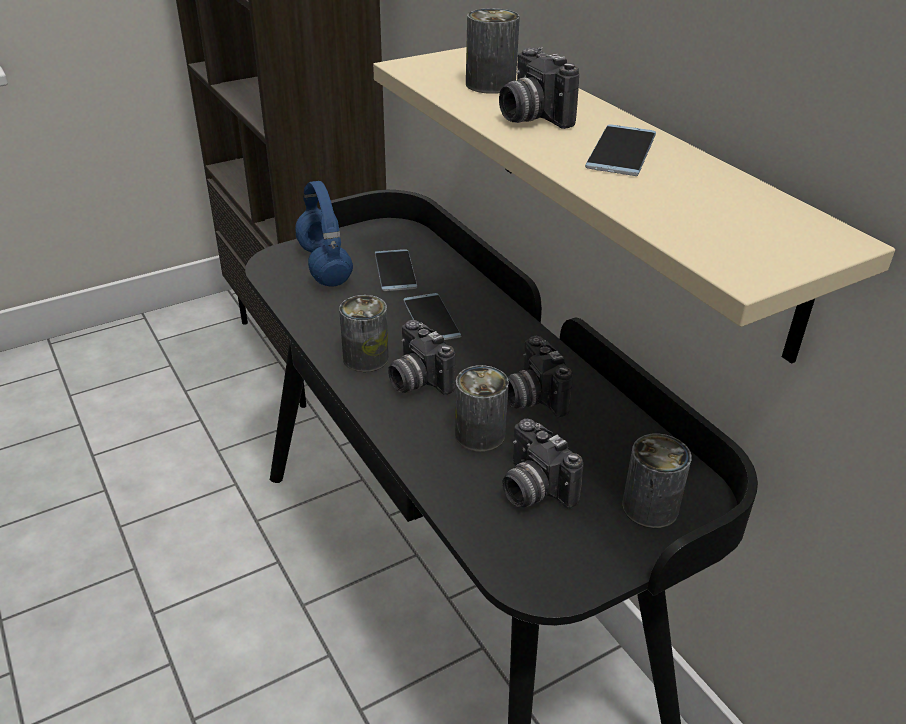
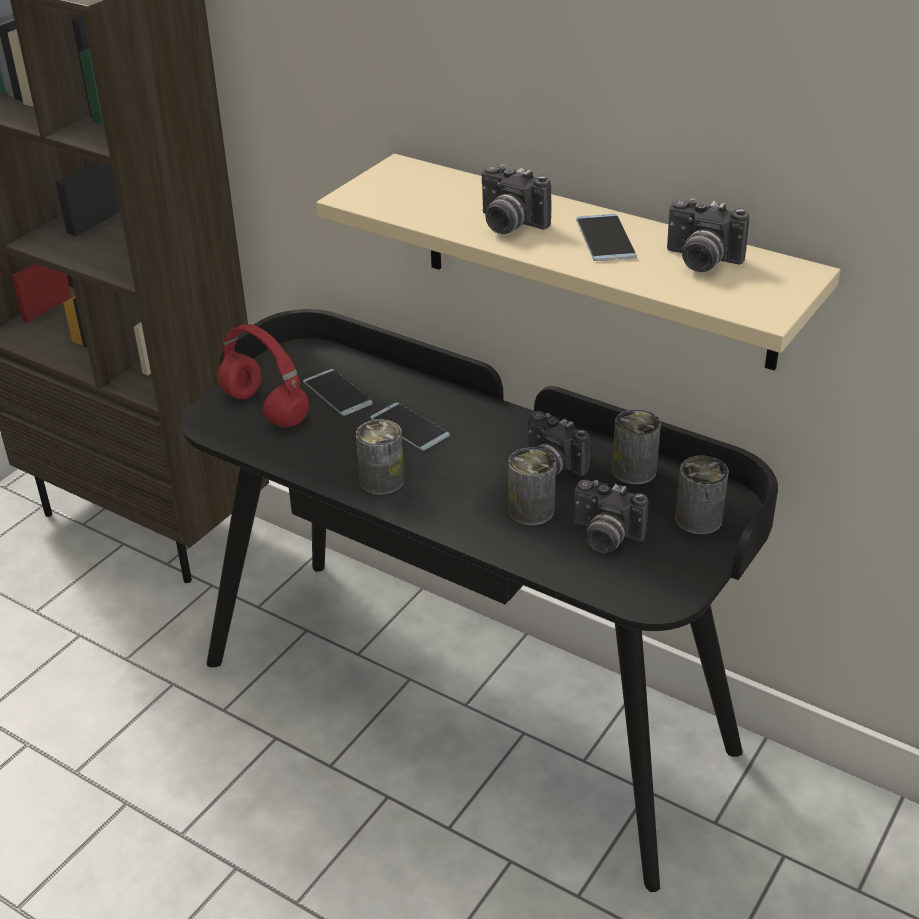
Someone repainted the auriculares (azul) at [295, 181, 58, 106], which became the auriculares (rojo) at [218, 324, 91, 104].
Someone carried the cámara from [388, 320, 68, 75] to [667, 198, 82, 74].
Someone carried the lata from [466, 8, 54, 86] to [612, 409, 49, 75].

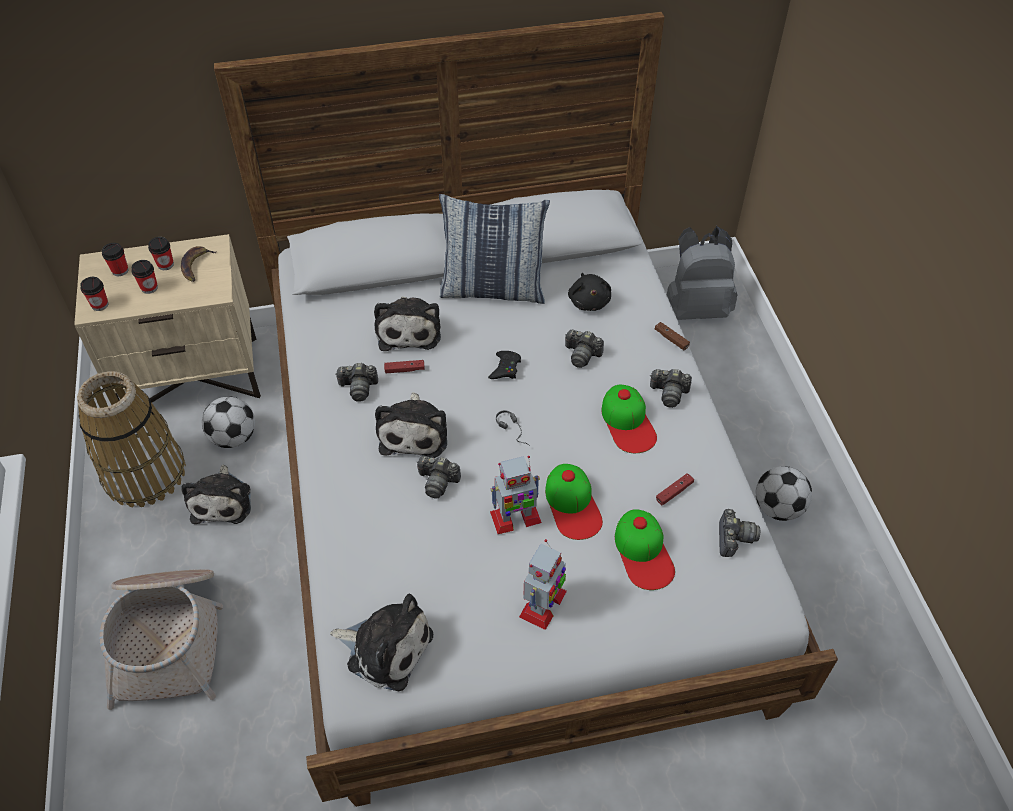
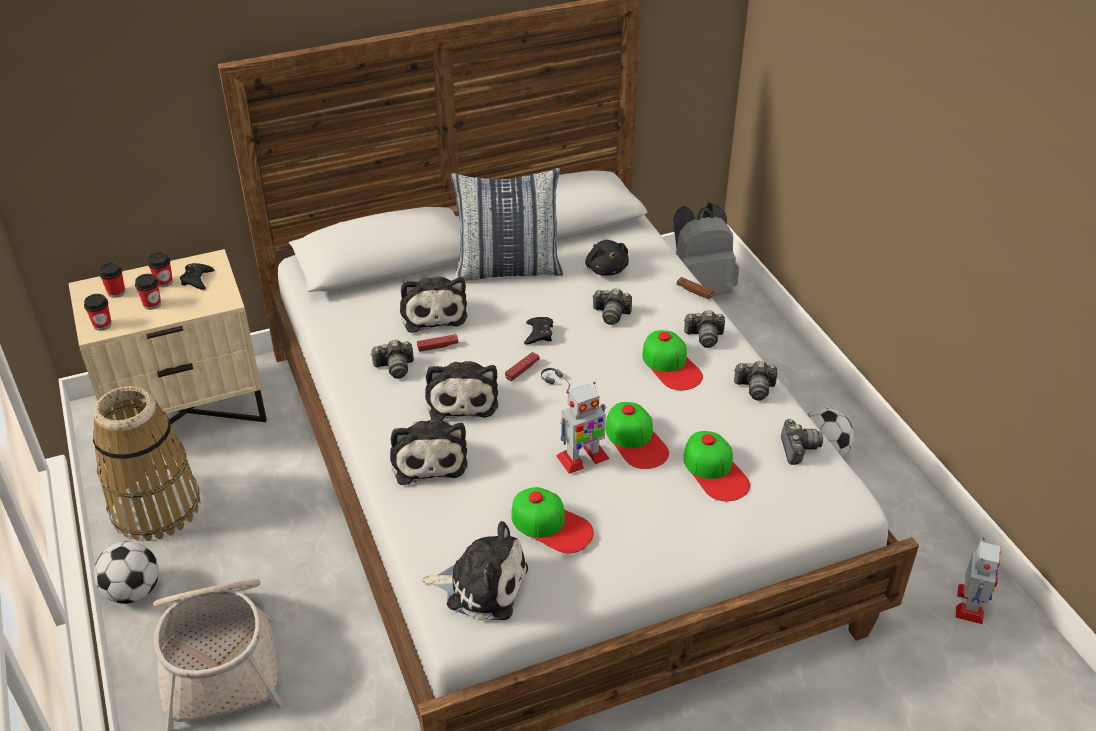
Someone swapped the plátano at [181, 246, 35, 36] for the mando de consola (negro) at [180, 263, 34, 27].
Someone carried the peluche from [181, 465, 70, 59] to [390, 419, 78, 66].
Someone carried the balón de fútbol from [202, 396, 53, 52] to [94, 541, 65, 63].
Someone carried the cámara from [417, 456, 44, 43] to [734, 361, 43, 39].
Someone carried the robot de juguete from [519, 539, 48, 91] to [955, 538, 46, 86].
Someone carried the mando de consola (rojo) from [656, 473, 38, 32] to [505, 352, 35, 29].
Someone put down the gorra at [511, 487, 83, 66].

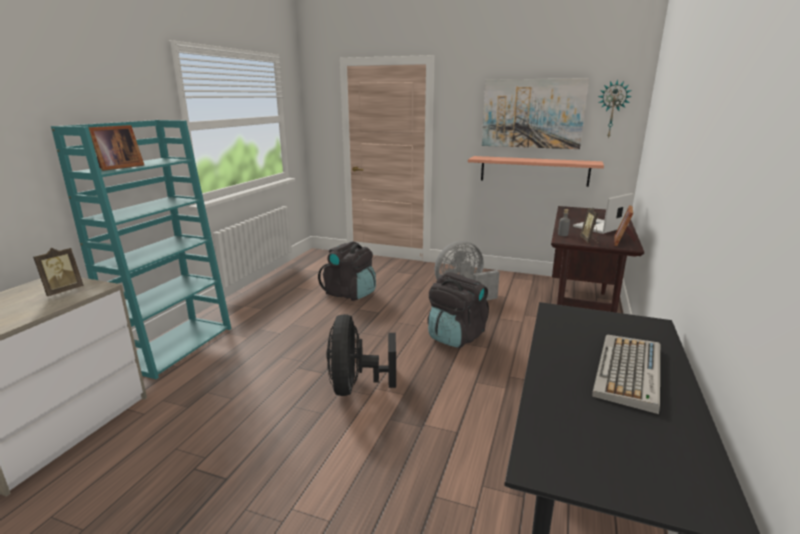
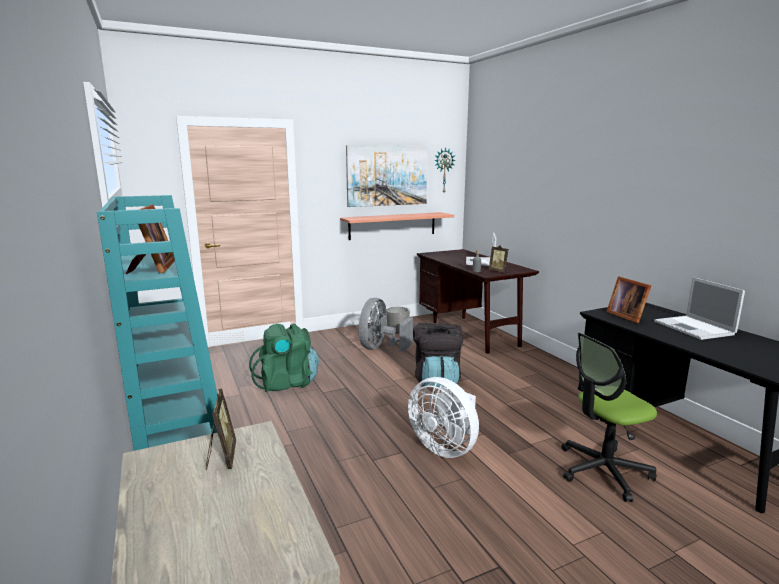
Someone repainted the mochila (negro) at [318, 242, 58, 59], which became the mochila (verde) at [249, 324, 70, 68].
Someone repainted the ventilador (negro) at [326, 314, 70, 82], which became the ventilador (blanco) at [408, 377, 71, 81].
Someone swapped the teclado at [592, 335, 68, 79] for the portátil at [654, 277, 91, 63].
Someone carried the portarretratos from [614, 205, 22, 41] to [606, 276, 46, 47].
Someone put down the maceta at [387, 307, 23, 27].
Someone put down the silla de oficina at [561, 333, 96, 169].

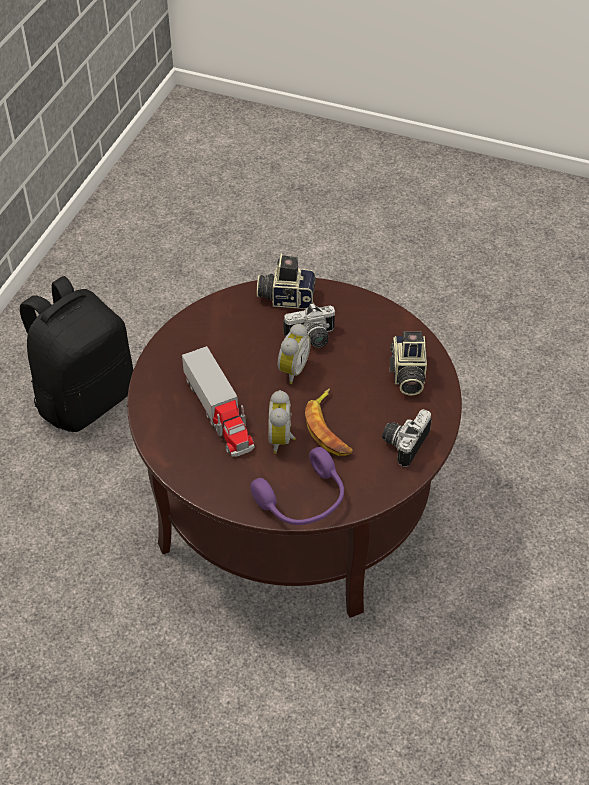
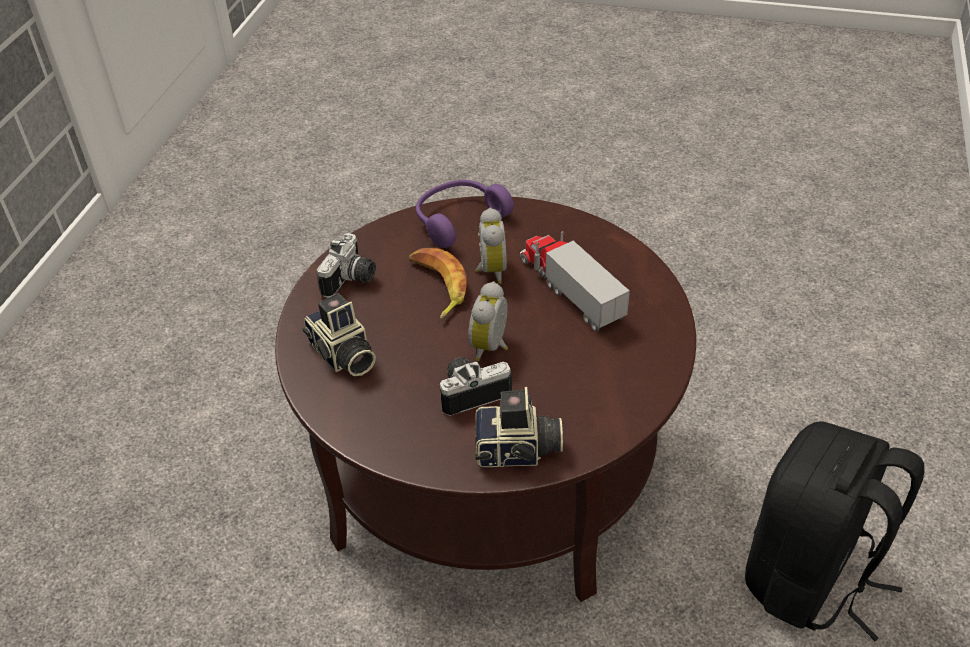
Someone rotated the cámara at [390, 331, 37, 65] by 150 degrees clockwise.

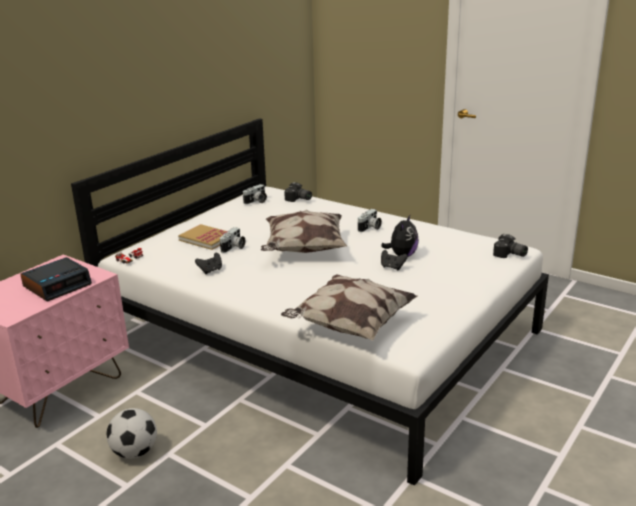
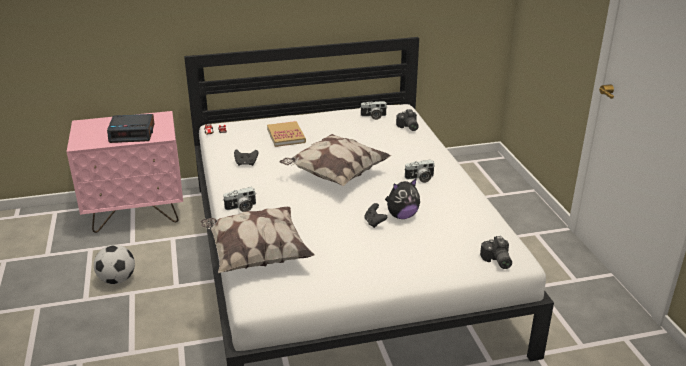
Someone carried the cámara from [220, 227, 26, 26] to [223, 187, 33, 25].

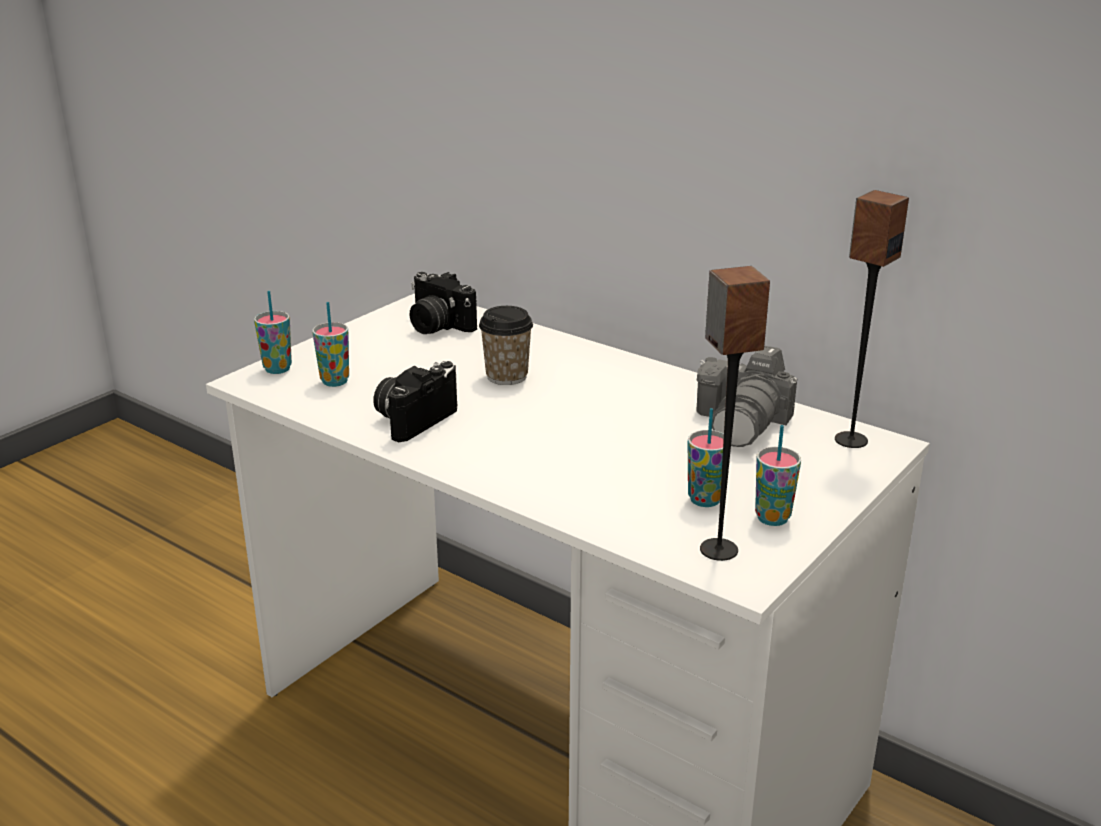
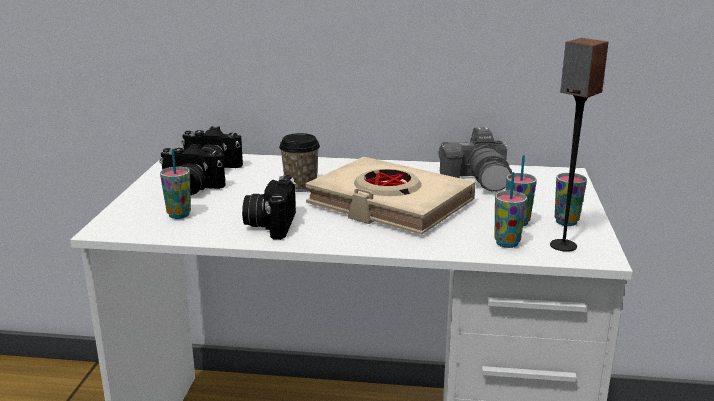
Someone carried the taza from [254, 291, 38, 83] to [494, 172, 33, 76].
Someone took away the altavoz at [835, 190, 74, 258].
Someone put down the cámara at [159, 144, 67, 51].
Someone put down the libro (beis) at [305, 157, 171, 78].

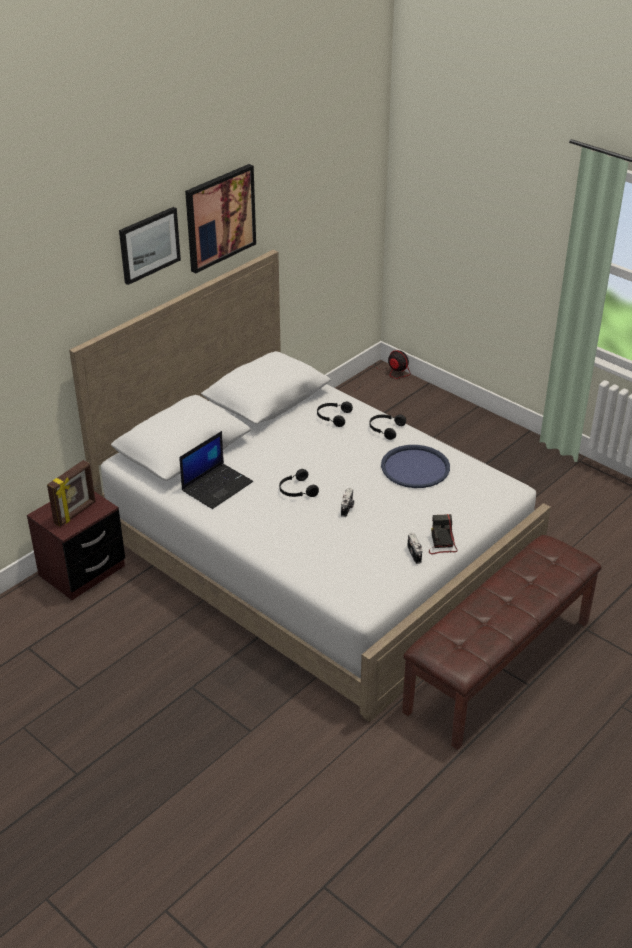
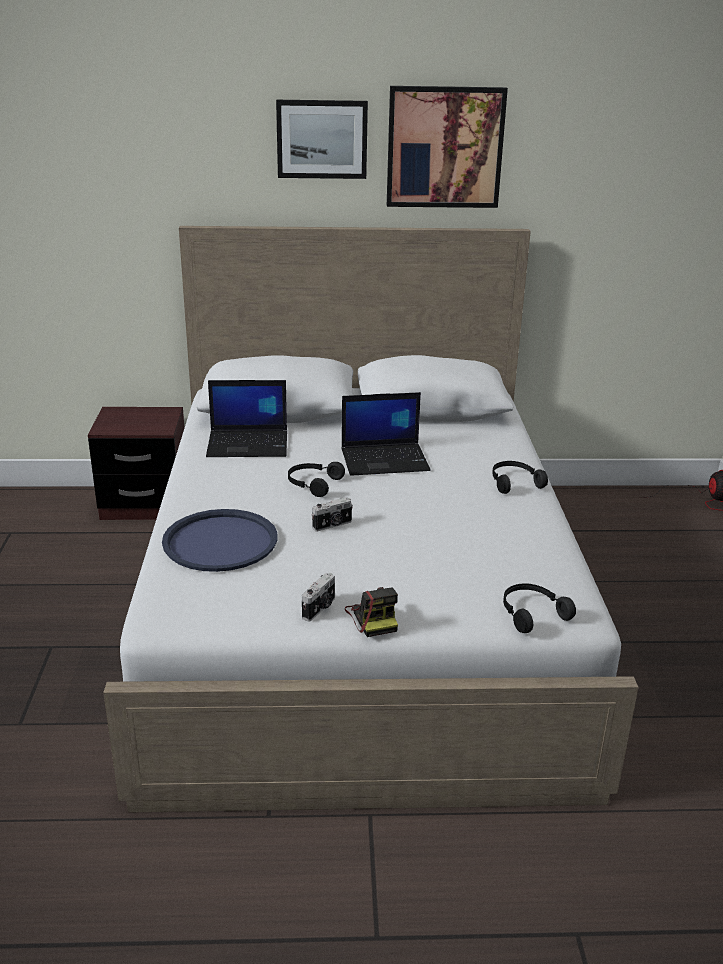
Someone took away the portarretratos at [47, 460, 49, 67].
Someone carried the auriculares (negro) from [317, 401, 36, 26] to [503, 583, 73, 50].
Someone carried the bandeja (azul) from [381, 445, 69, 43] to [162, 509, 115, 63].
Someone took away the banco (marrón) at [402, 535, 200, 215].
Someone rotated the cámara at [429, 514, 28, 40] by 120 degrees clockwise.
Someone put down the portátil at [341, 392, 90, 84].

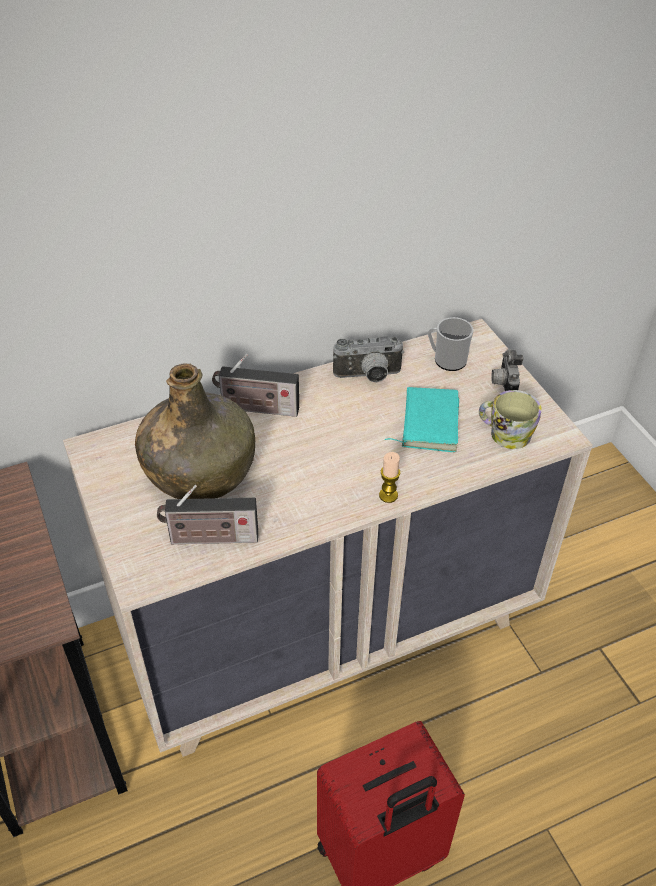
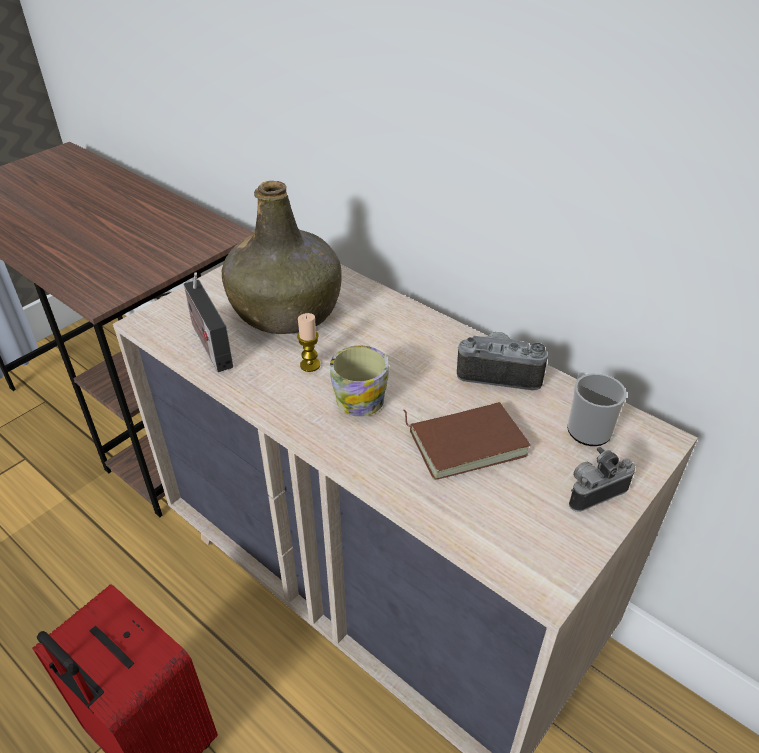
Someone took away the radio at [212, 354, 87, 63].
Someone rotated the cámara at [333, 336, 71, 46] by 135 degrees clockwise.
Someone carried the vela from [379, 452, 21, 51] to [297, 313, 23, 59].
Someone repainted the libro (turquesa) at [385, 387, 74, 65], which became the libro (marrón) at [403, 402, 127, 78].
Someone carried the taza grande from [479, 390, 62, 59] to [330, 346, 59, 71].

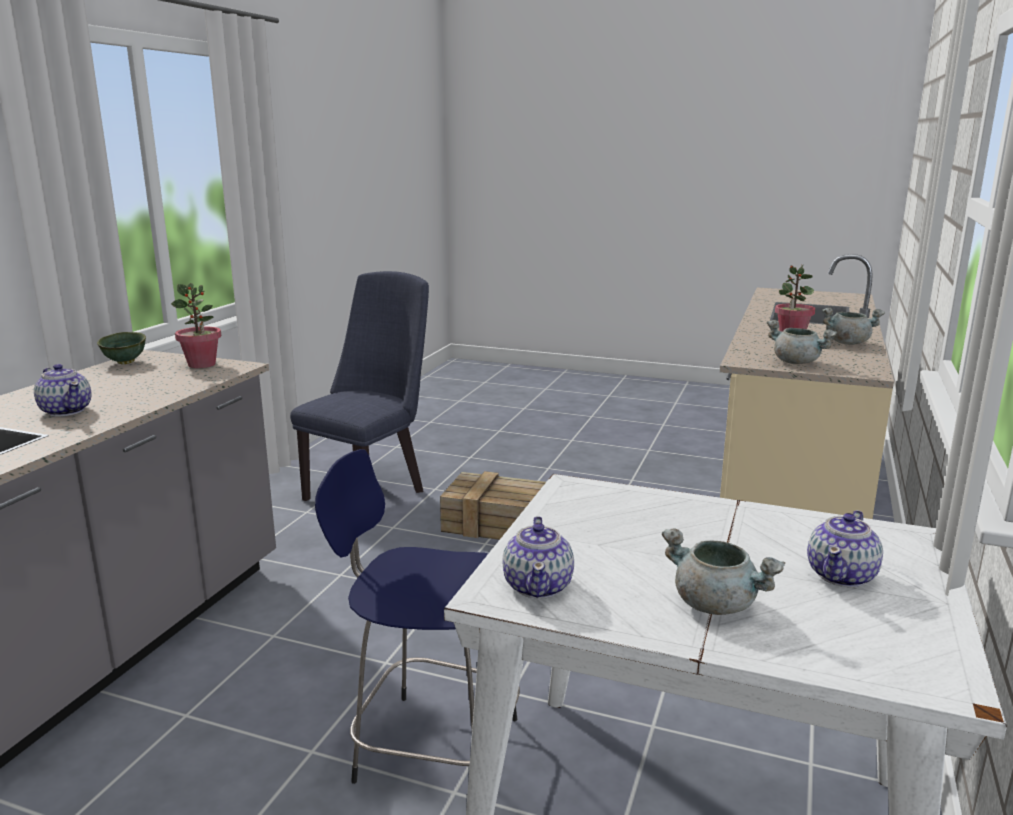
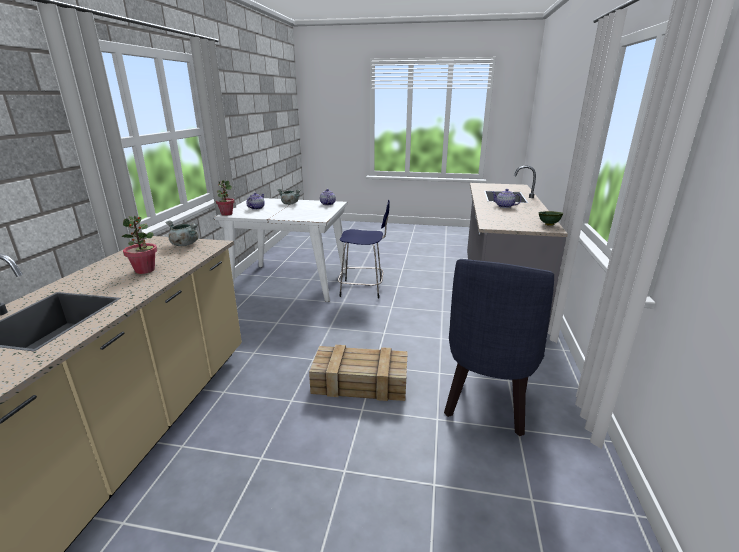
Someone carried the planta en maceta from [171, 283, 50, 85] to [216, 180, 19, 36].
Someone took away the olla (gris) at [822, 307, 63, 38].

